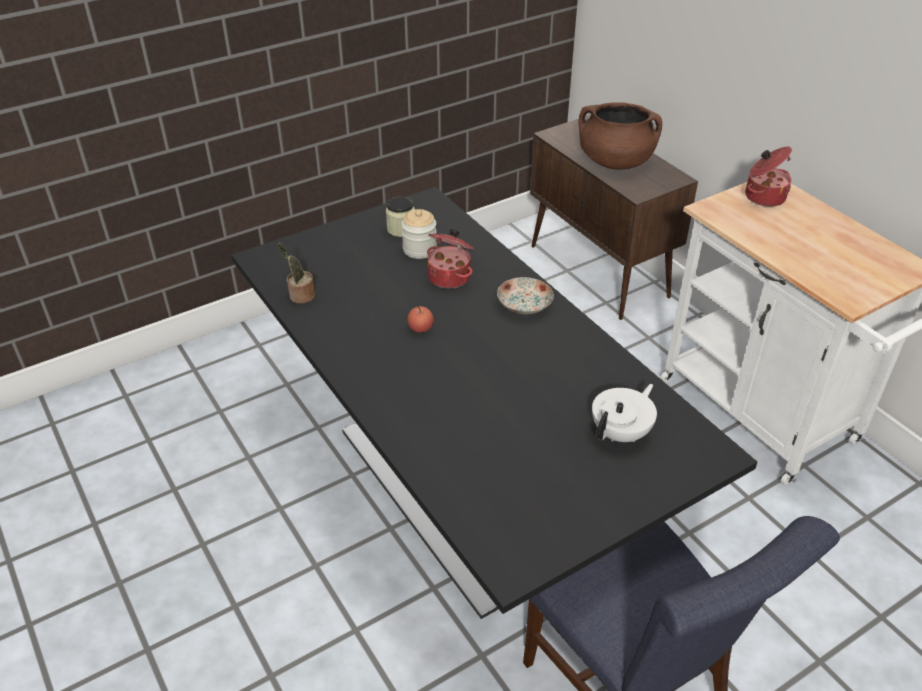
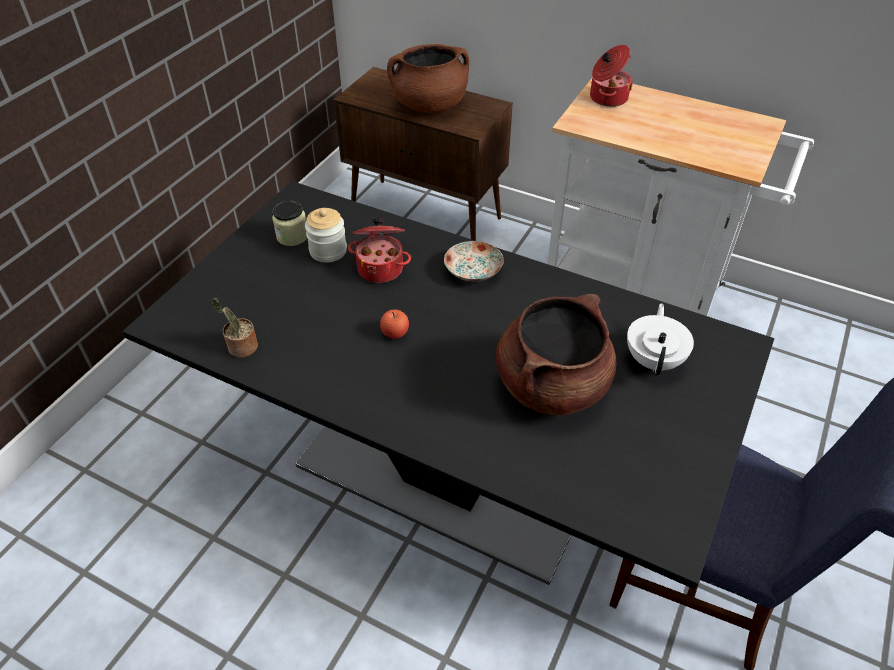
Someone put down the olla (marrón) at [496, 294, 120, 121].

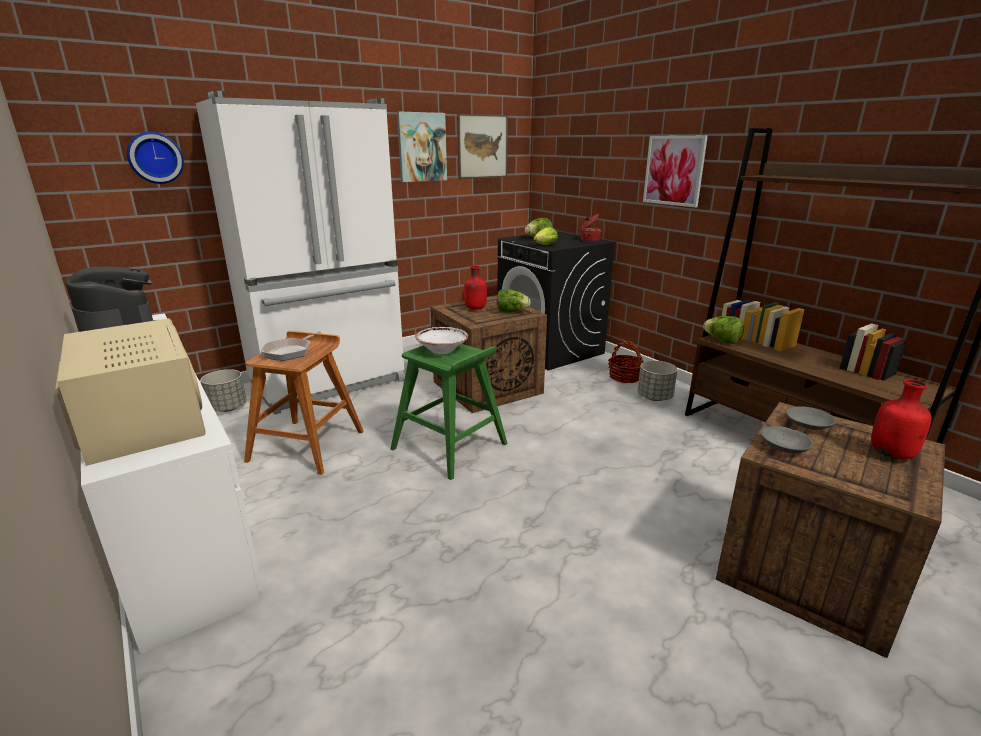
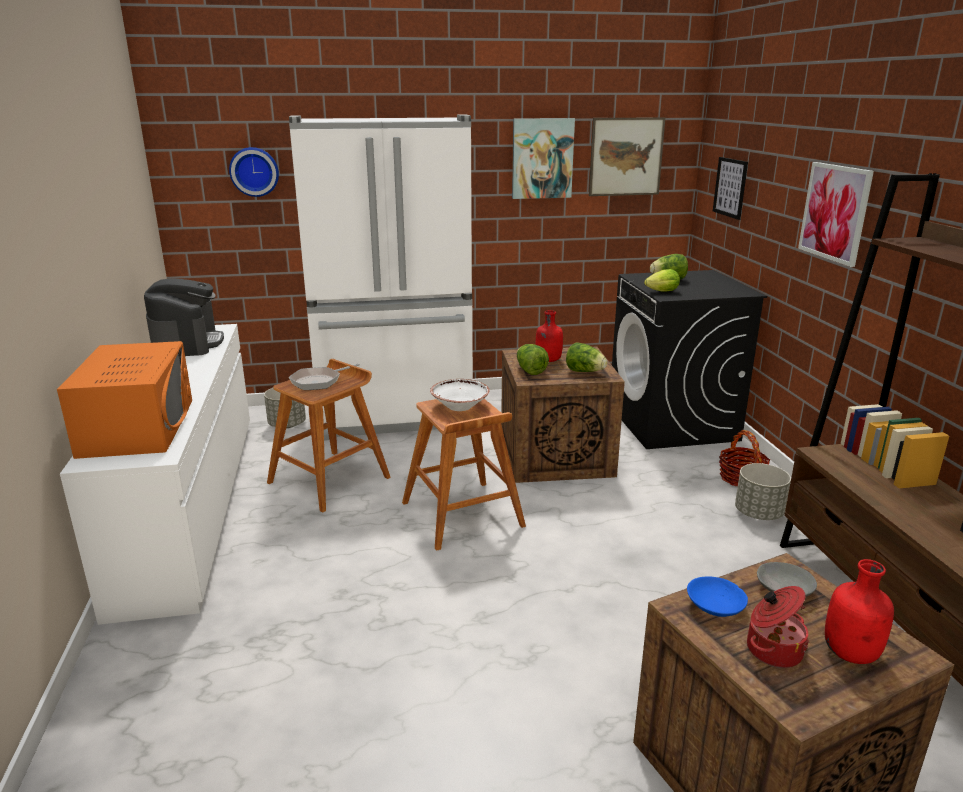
Someone repainted the microondas (beis) at [55, 318, 151, 148], which became the microondas (naranja) at [57, 341, 135, 118].
Someone repainted the taburete (verde) at [390, 344, 118, 136], which became the taburete (marrón) at [402, 399, 124, 152].
Someone carried the olla from [581, 214, 21, 28] to [747, 586, 62, 82].
Someone carried the lechuga from [703, 316, 41, 28] to [517, 344, 32, 31].
Someone repainted the cuenco (gris) at [761, 426, 52, 27], which became the cuenco (azul) at [687, 577, 61, 40].
Someone put up the cuadro at [713, 157, 35, 63].

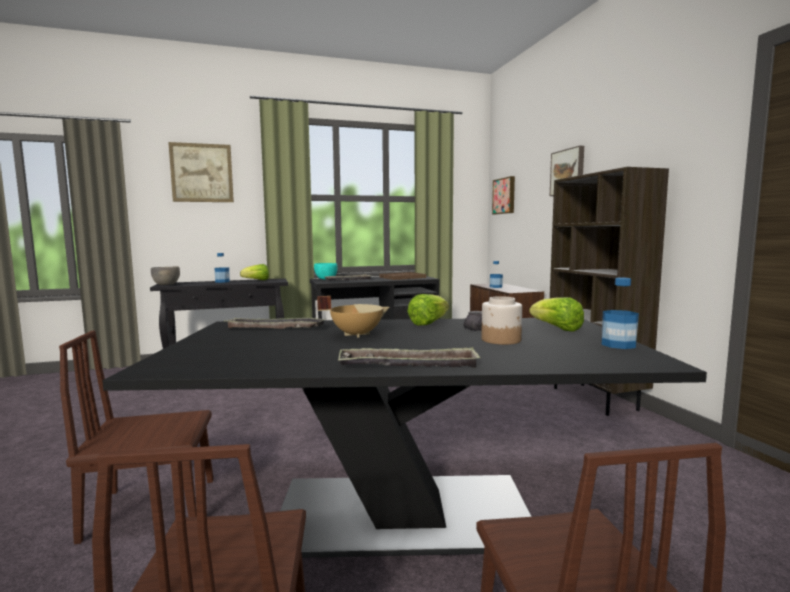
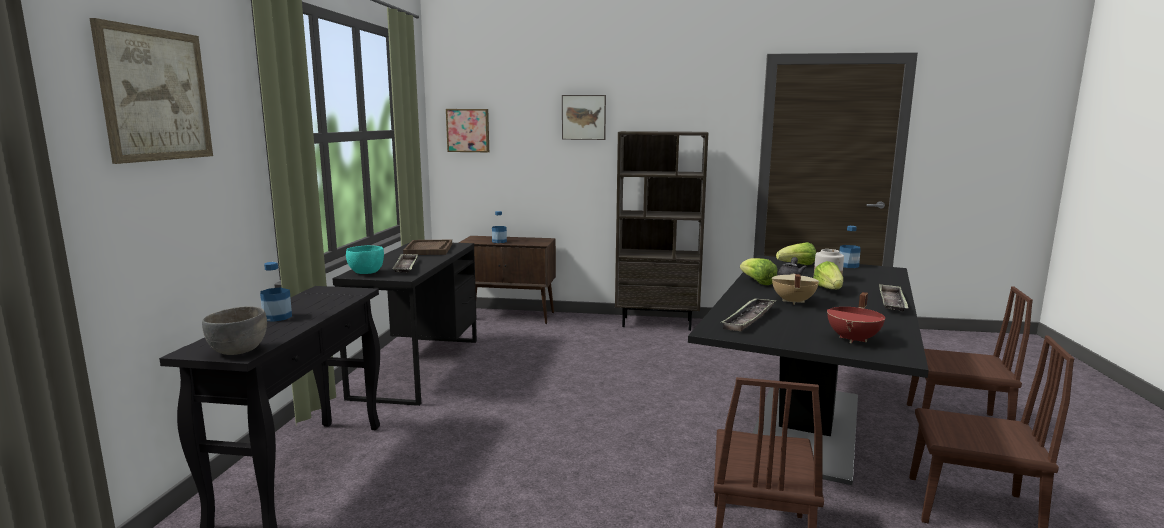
Someone carried the lechuga from [240, 264, 29, 16] to [813, 261, 30, 28].
Someone put down the olla (rojo) at [827, 292, 59, 51].

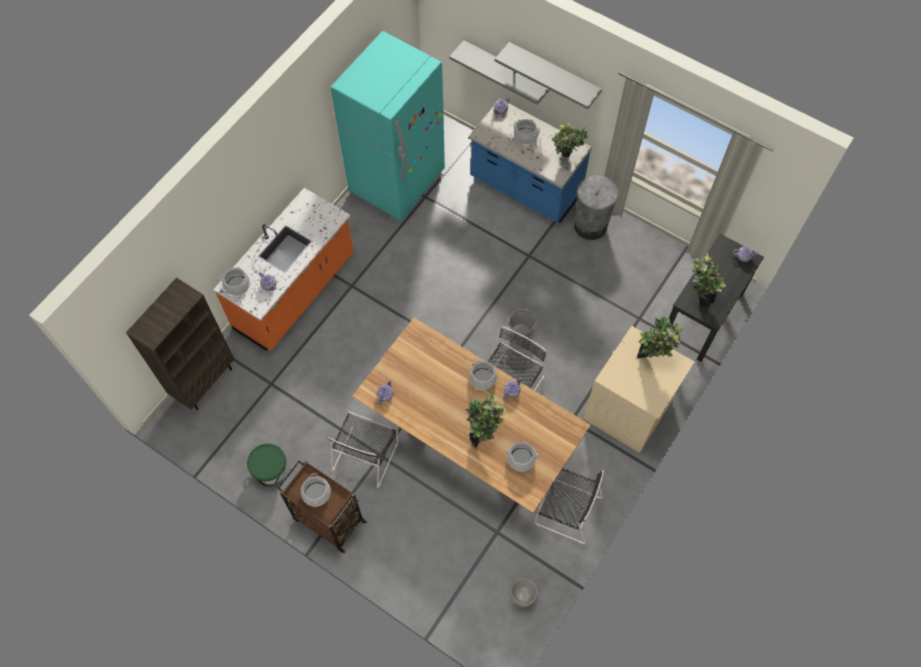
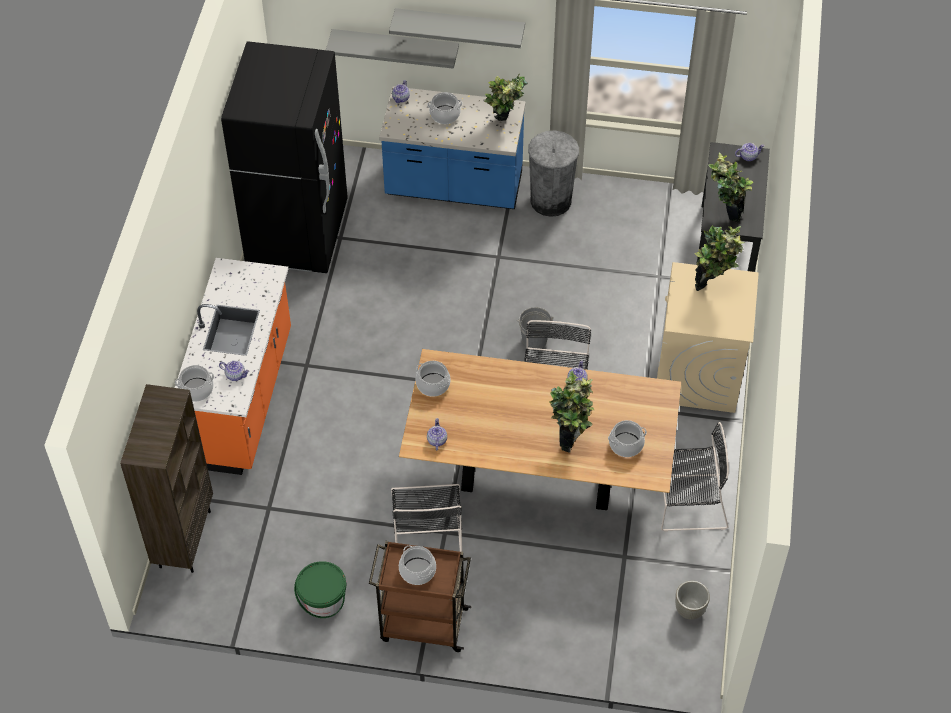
Someone repainted the nevera (turquesa) at [331, 31, 114, 190], which became the nevera (negro) at [221, 41, 127, 232].
Someone carried the olla from [469, 360, 28, 30] to [416, 361, 34, 36].

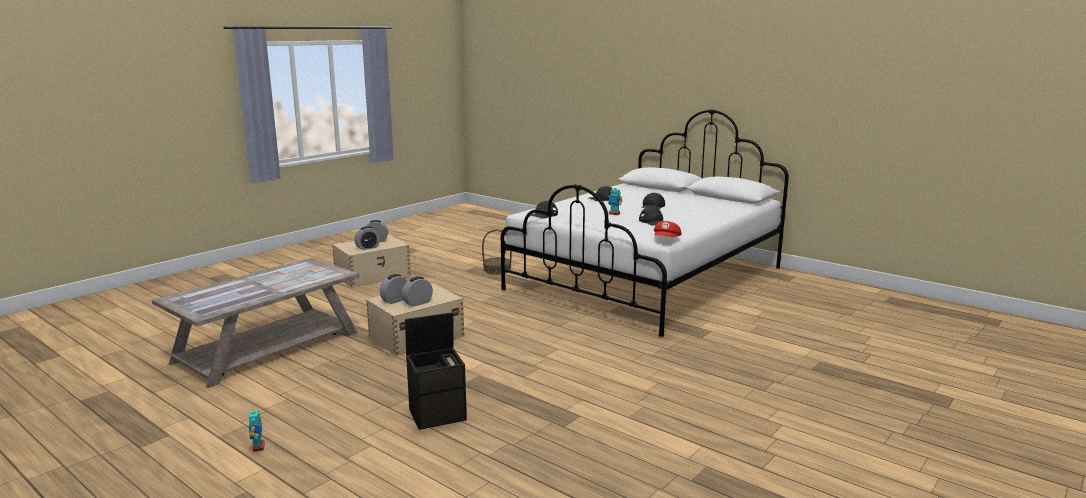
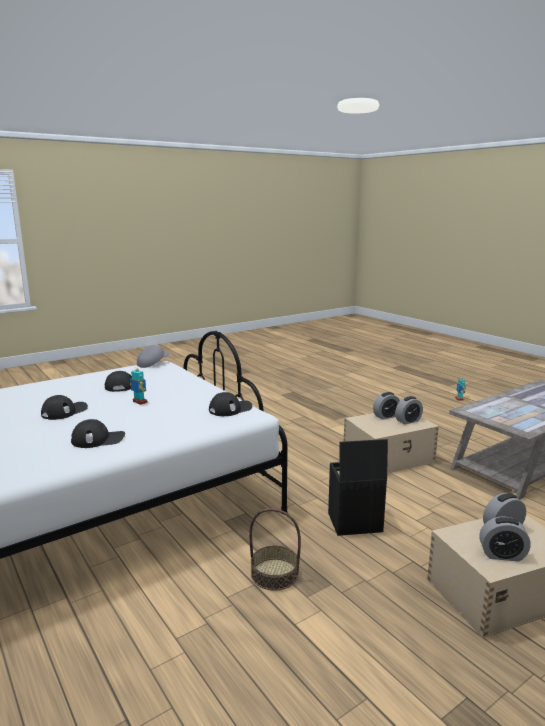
Someone carried the caja de almacenaje (negro) from [405, 312, 62, 118] to [328, 439, 60, 97].
Someone repainted the gorra (rojo) at [654, 221, 28, 16], which became the gorra (gris) at [137, 344, 32, 24].

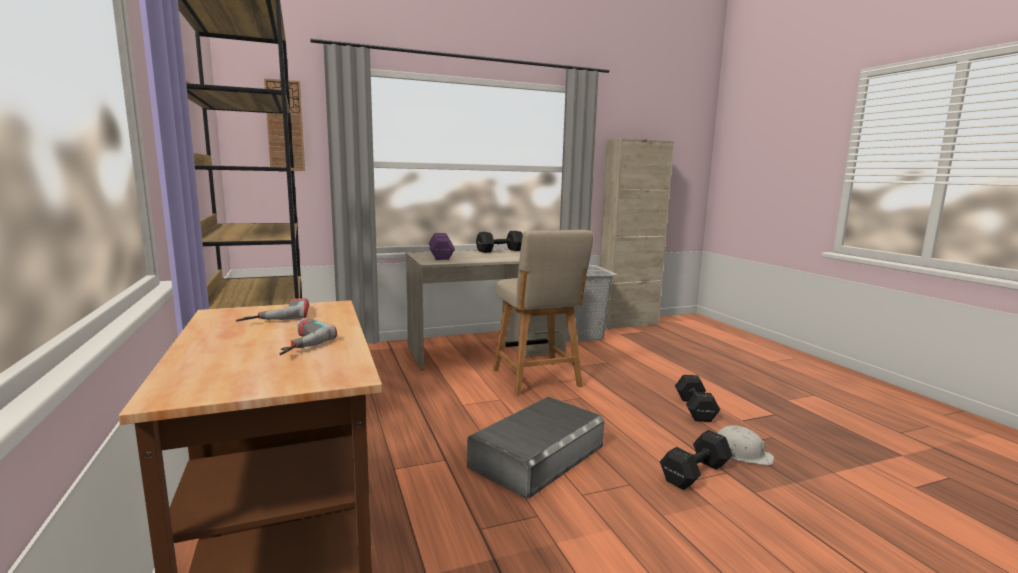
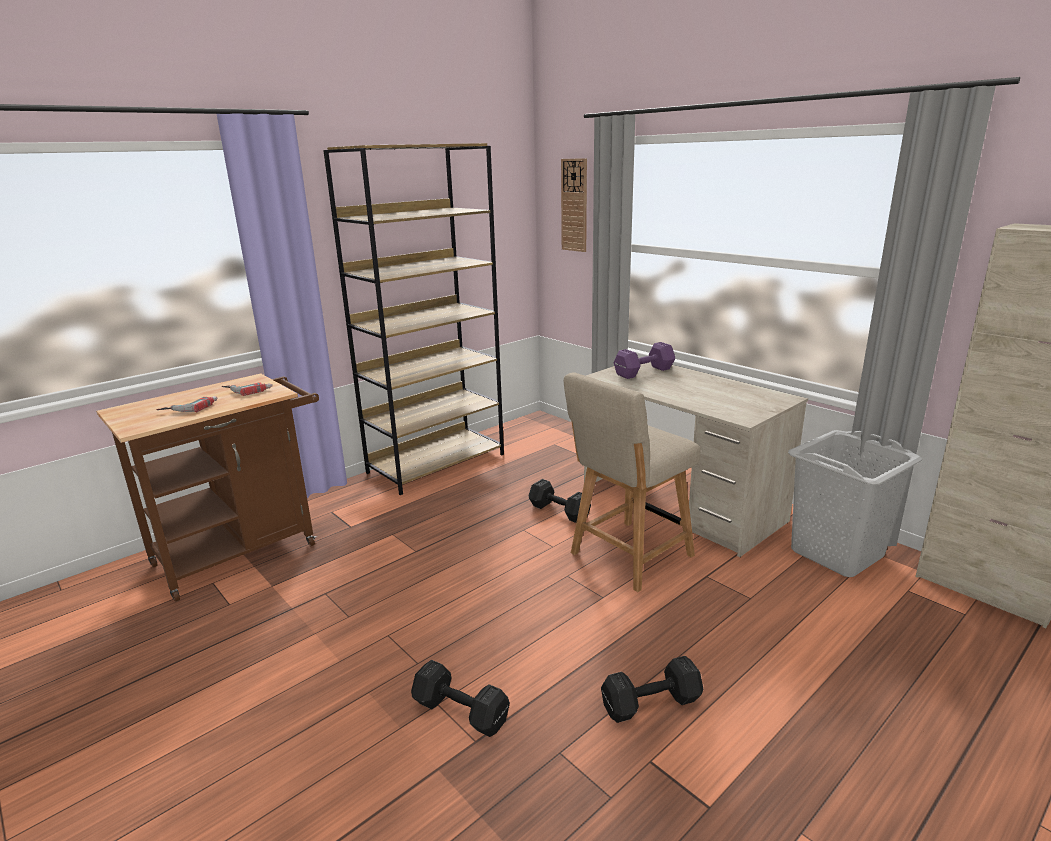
Someone took away the caja de almacenaje (gris) at [467, 397, 137, 102].
Someone carried the mancuerna (negro) from [476, 231, 47, 22] to [529, 479, 62, 44].
Someone took away the casco (blanco) at [717, 425, 57, 41].

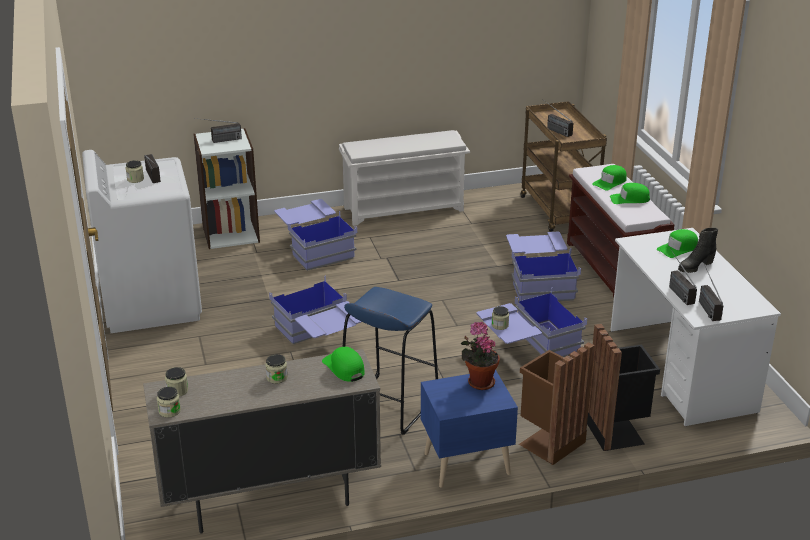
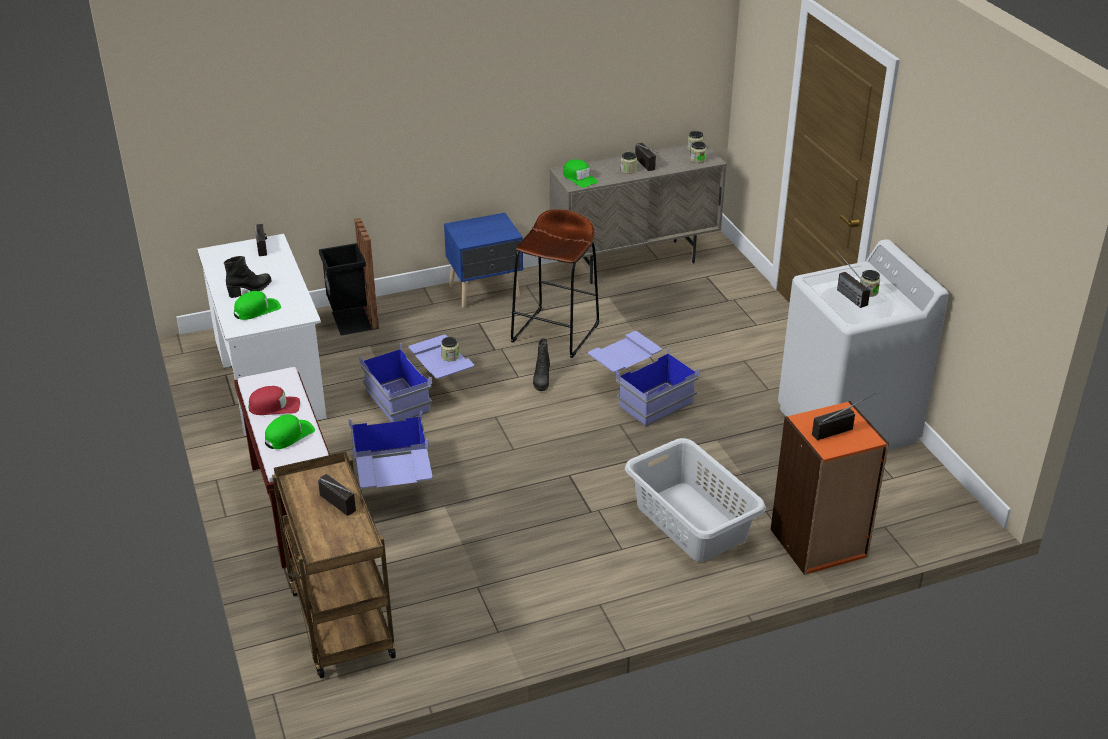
Someone repainted the estantería (blanco) at [193, 128, 67, 121], which became the estantería (naranja) at [771, 401, 118, 174].
Someone swapped the caja de almacenaje (azul) at [274, 199, 83, 72] for the cesto de la ropa (gris) at [625, 438, 141, 124].
Someone took away the zapatero (blanco) at [339, 130, 131, 96].
Someone repainted the taburete (azul) at [343, 287, 95, 148], which became the taburete (marrón) at [511, 209, 88, 149].
Someone took away the planta en maceta at [461, 322, 38, 68].
Someone took away the papelera (marrón) at [519, 342, 76, 123].
Someone repainted the gorra (verde) at [610, 183, 40, 21], which became the gorra (rojo) at [248, 386, 52, 29].
Someone carried the radio from [669, 248, 28, 57] to [635, 143, 23, 28].
Someone put down the bota (negro) at [533, 338, 17, 53].

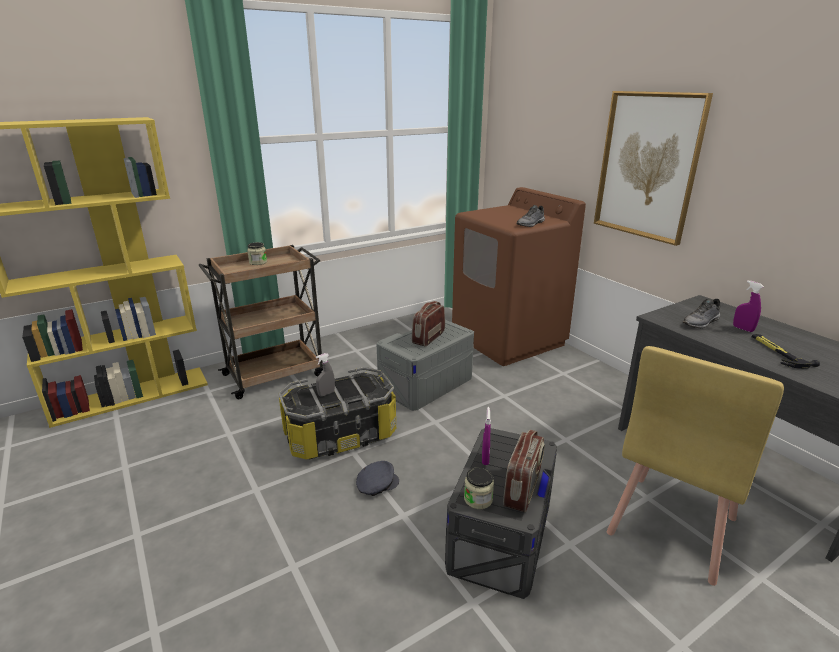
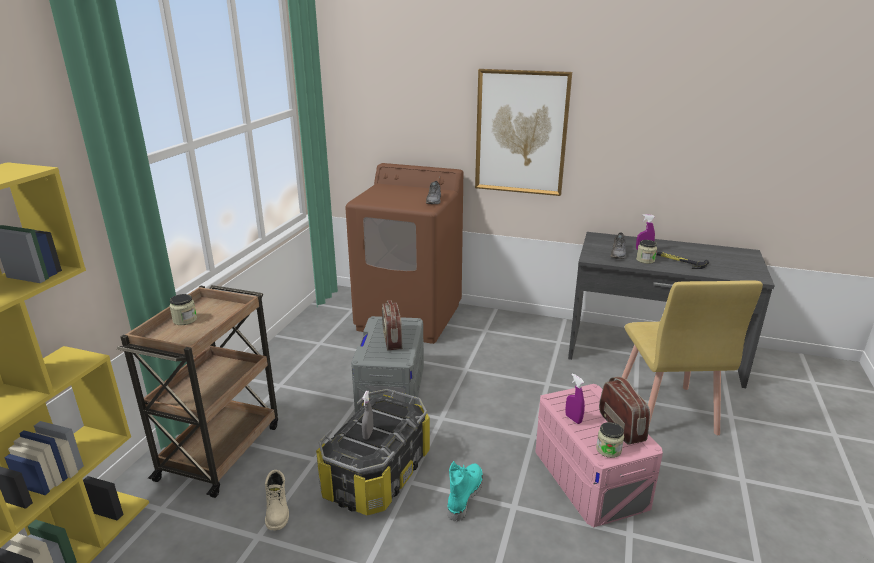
Someone swapped the gorra (gris) at [356, 461, 43, 35] for the bota (turquesa) at [447, 461, 36, 61].
Someone repainted the caja de almacenaje (gris) at [445, 428, 112, 171], which became the caja de almacenaje (rosa) at [535, 384, 128, 143].
Someone put down the bota (beis) at [265, 470, 24, 60].
Someone put down the tarro at [636, 240, 21, 24].

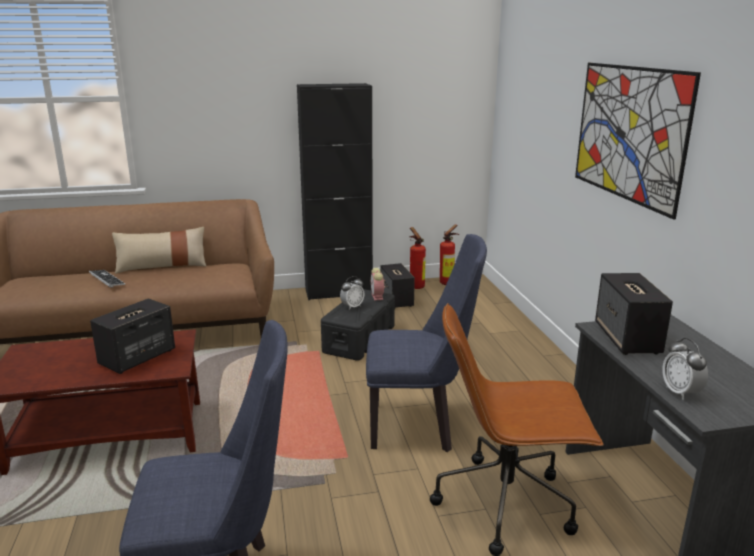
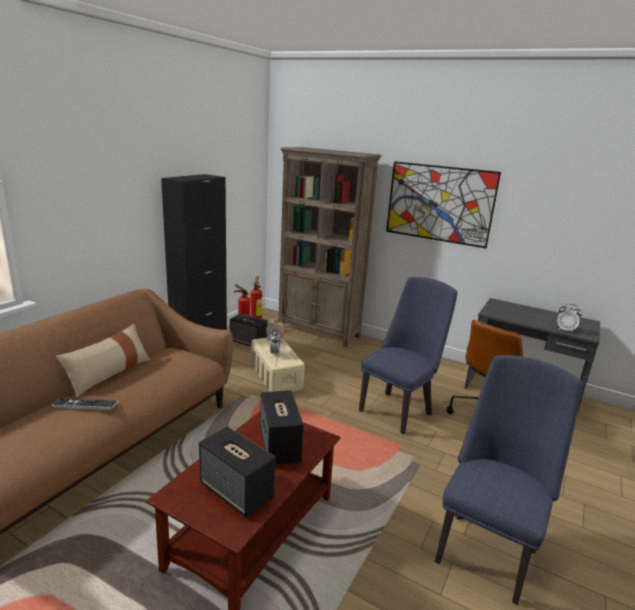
Someone repainted the caja de almacenaje (negro) at [321, 289, 74, 72], which became the caja de almacenaje (beis) at [251, 337, 54, 55].
Someone carried the altavoz from [595, 273, 78, 82] to [199, 426, 76, 92].
Someone put down the estantería (marrón) at [278, 147, 103, 200].

